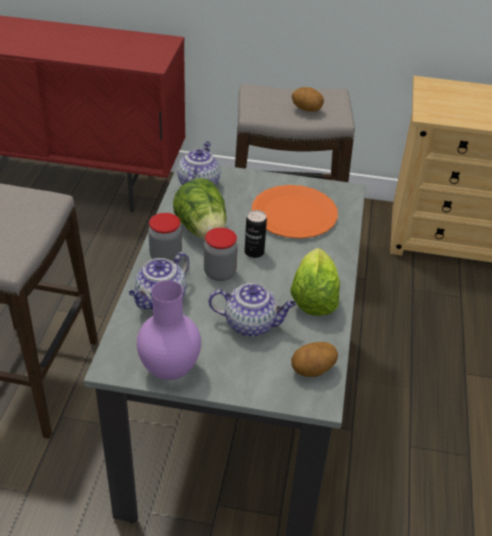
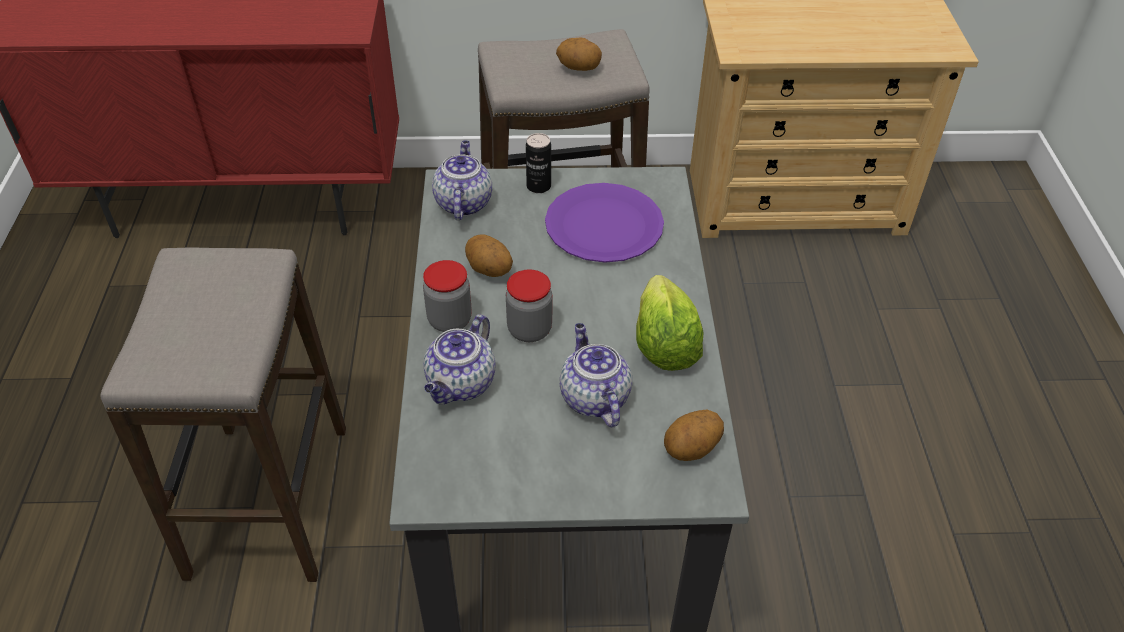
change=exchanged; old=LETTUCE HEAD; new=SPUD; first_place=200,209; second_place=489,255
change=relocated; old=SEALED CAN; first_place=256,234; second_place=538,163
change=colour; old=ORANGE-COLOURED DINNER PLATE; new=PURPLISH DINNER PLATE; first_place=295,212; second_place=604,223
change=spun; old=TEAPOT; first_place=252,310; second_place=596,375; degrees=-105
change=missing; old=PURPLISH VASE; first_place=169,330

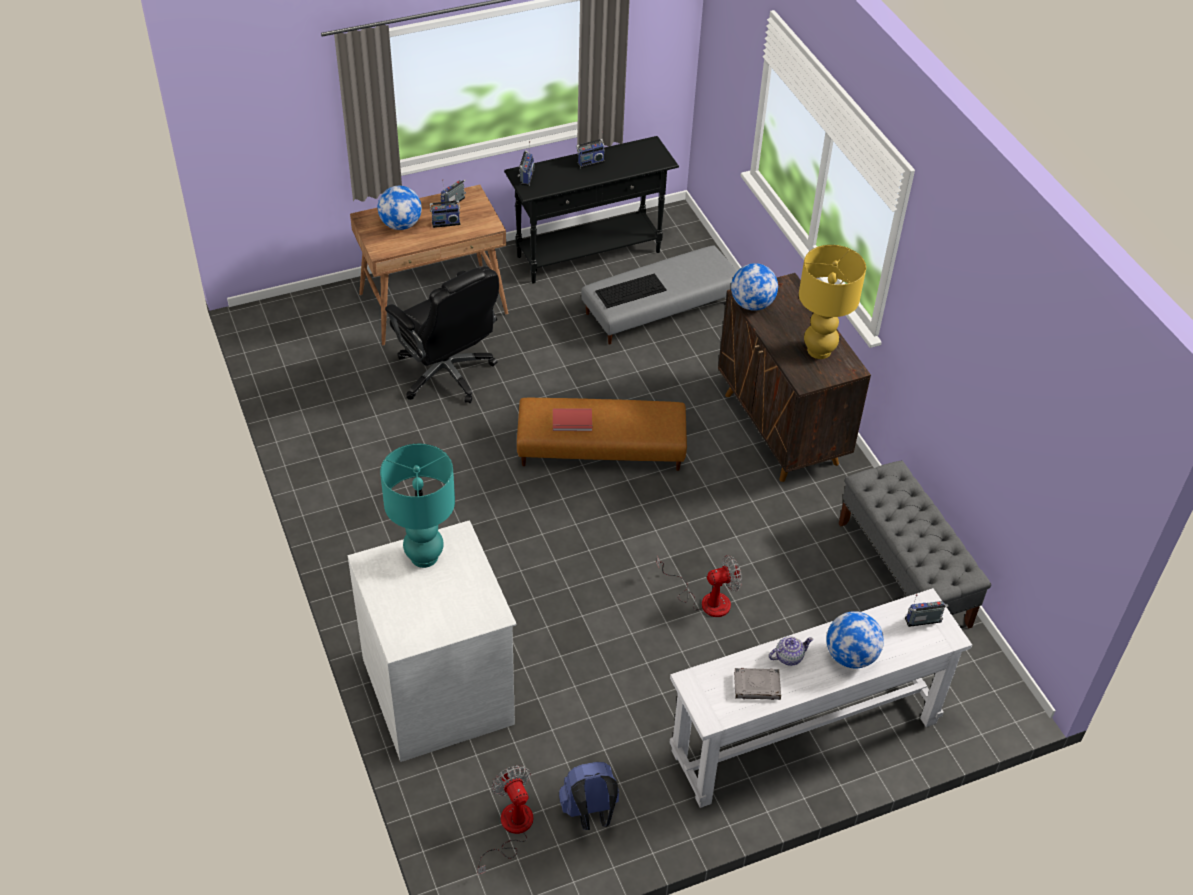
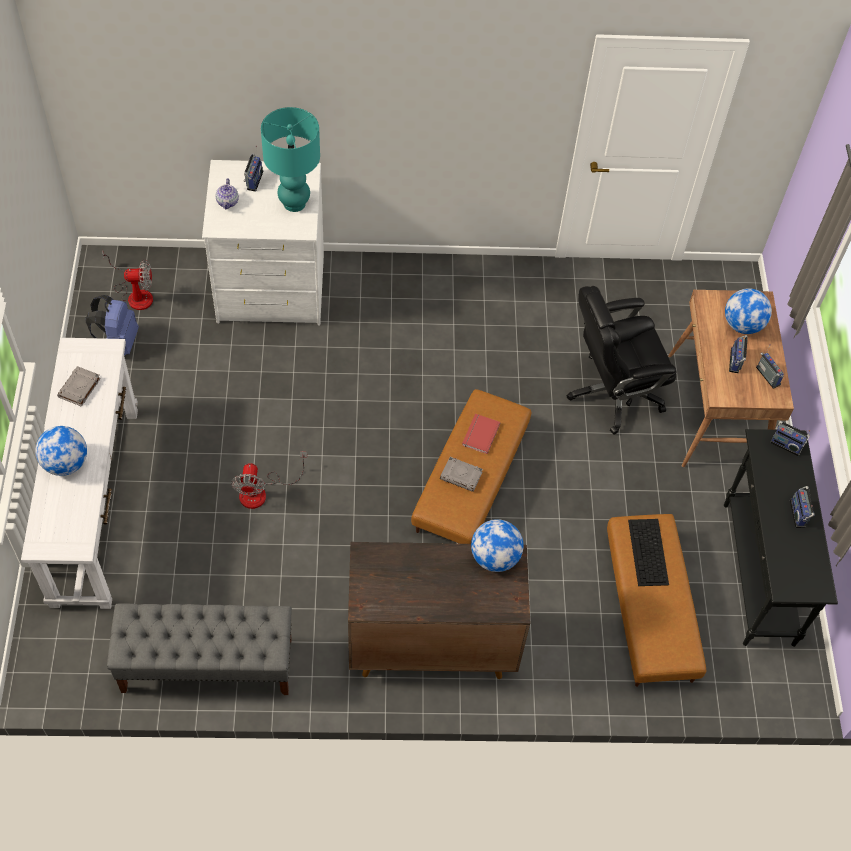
change=relocated; old=TEAPOT; first_place=791,651; second_place=227,193
change=relocated; old=RADIO; first_place=927,610; second_place=253,169
change=appeared; new=GRAY BOUND BOOK; second_place=461,474
change=colour; old=GRAY FOOTREST; new=BROWNISH FOOTREST; first_place=659,295; second_place=656,600
change=missing; old=YELLOW-COLOURED LAMP FOR A TABLE; first_place=832,302

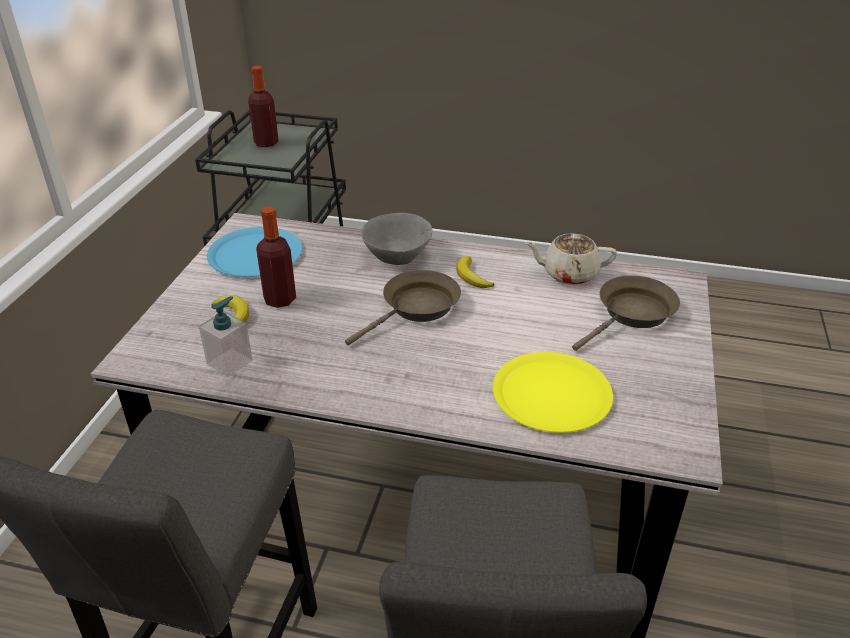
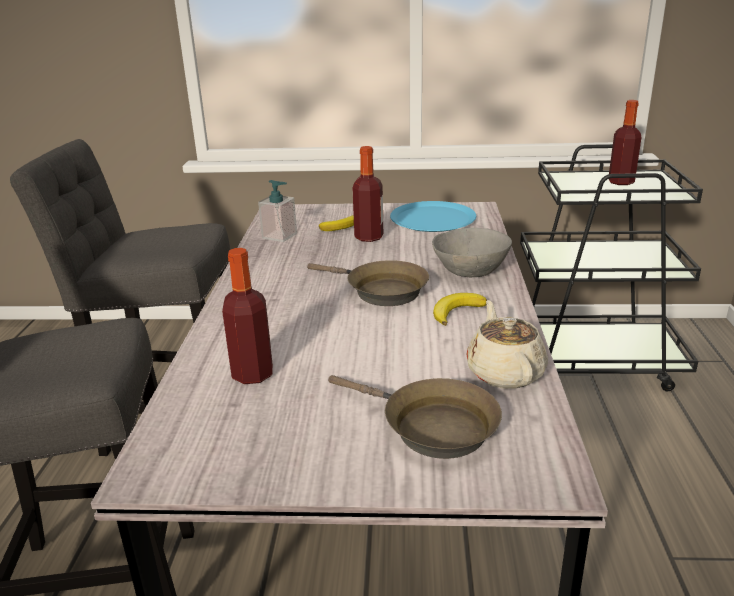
change=exchanged; old=YELLOW-COLOURED DINNER PLATE; new=DRINK BOTTLE; first_place=553,392; second_place=247,316

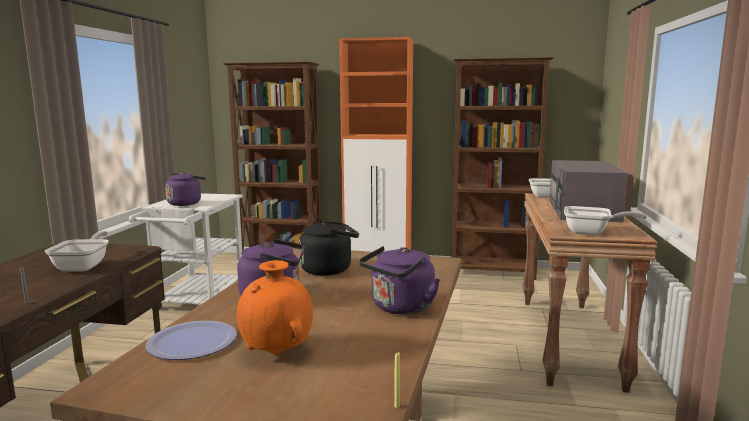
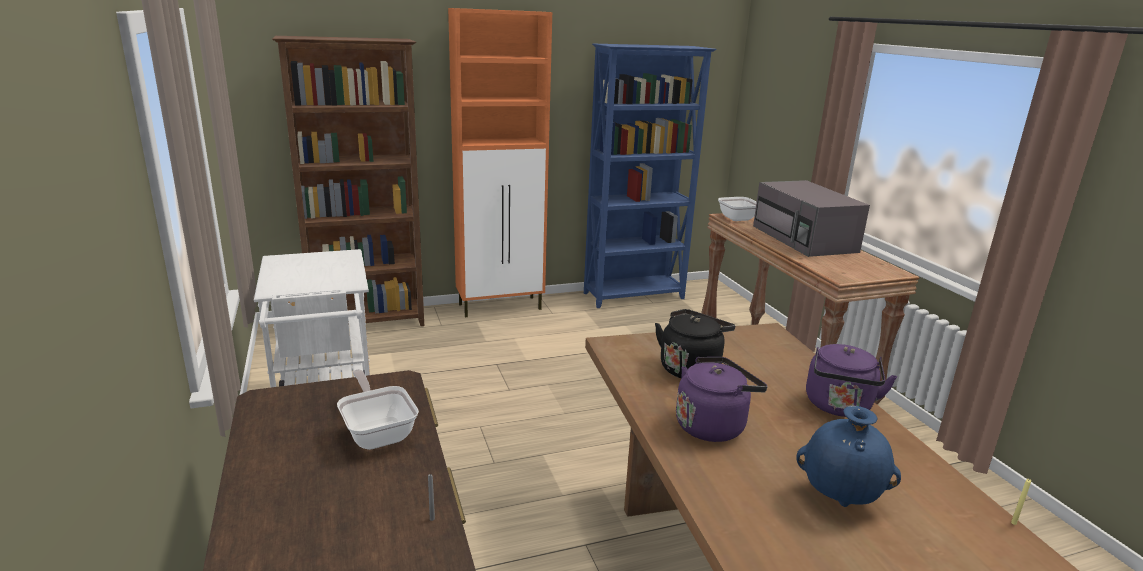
change=colour; old=BROWNISH SHELVING UNIT; new=BLUE SHELVING UNIT; first_place=503,168; second_place=650,175
change=colour; old=ORANGE-COLOURED VASE; new=BLUE VASE; first_place=275,307; second_place=848,456
change=missing; old=DINNER PLATE; first_place=191,340
change=missing; old=PURPLISH KETTLE; first_place=185,189
change=missing; old=PAN; first_place=605,220

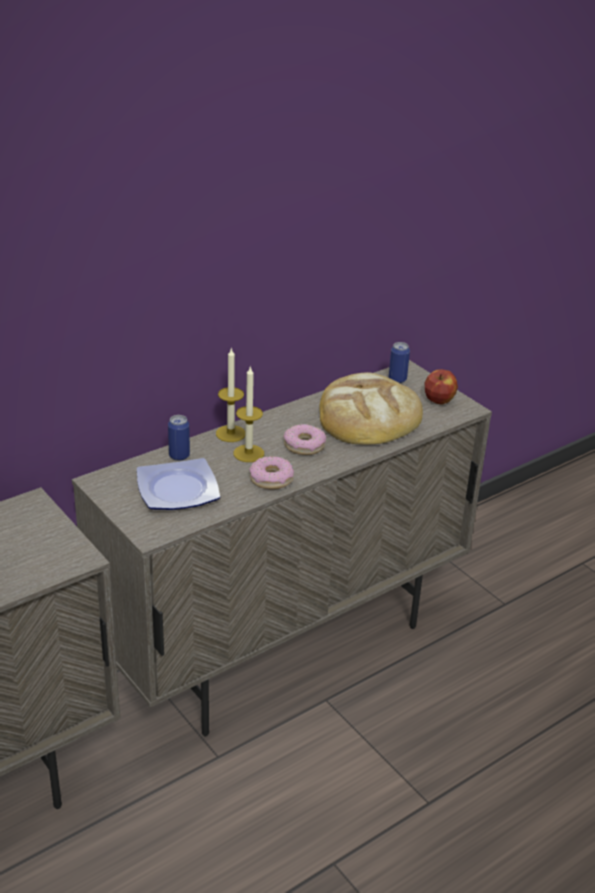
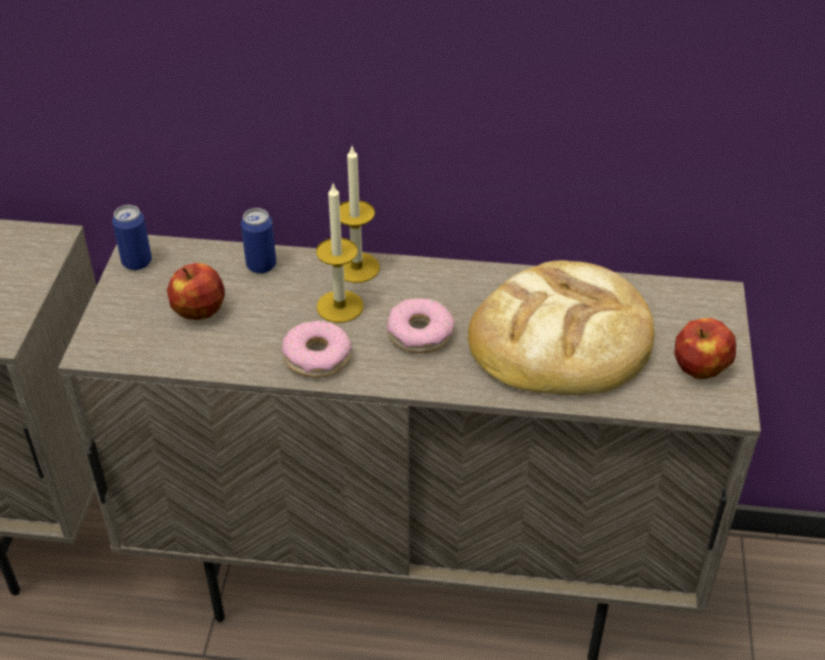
change=relocated; old=SEALED CAN; first_place=399,362; second_place=132,237
change=exchanged; old=DINNER PLATE; new=WHOLE APPLE; first_place=178,484; second_place=196,291

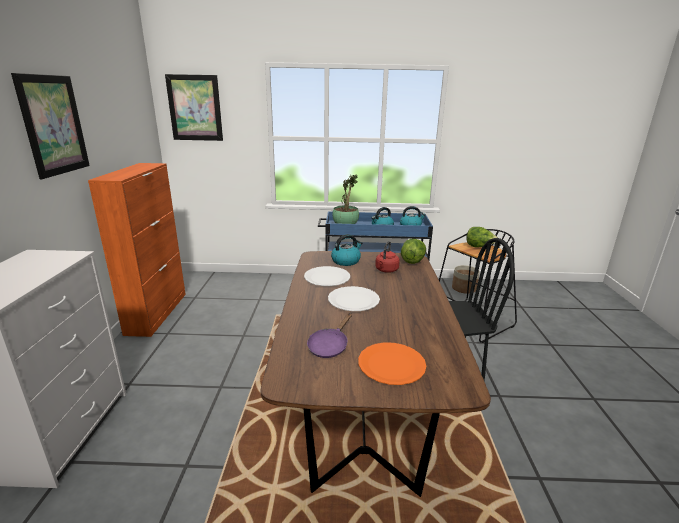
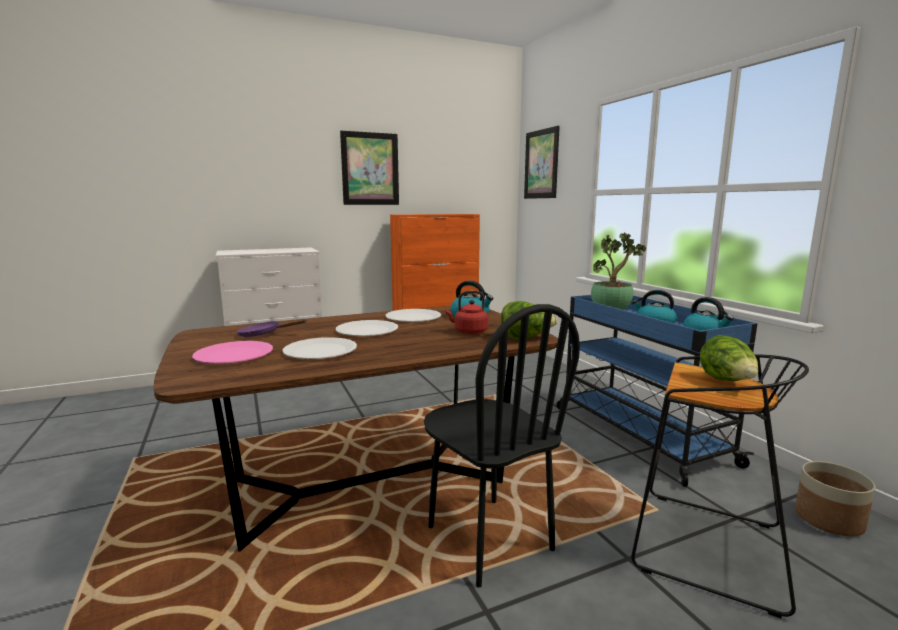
change=colour; old=ORANGE-COLOURED DINNER PLATE; new=PINK DINNER PLATE; first_place=392,363; second_place=232,352
change=appeared; new=WHITE DINNER PLATE; second_place=319,348

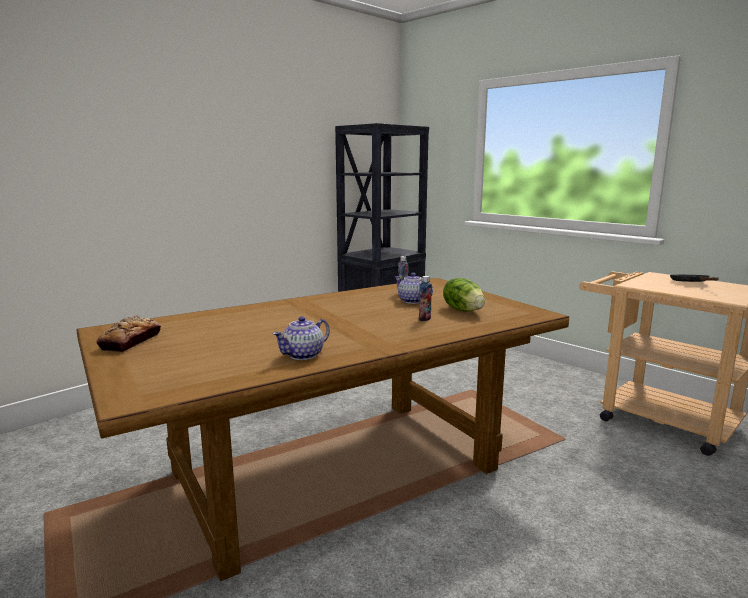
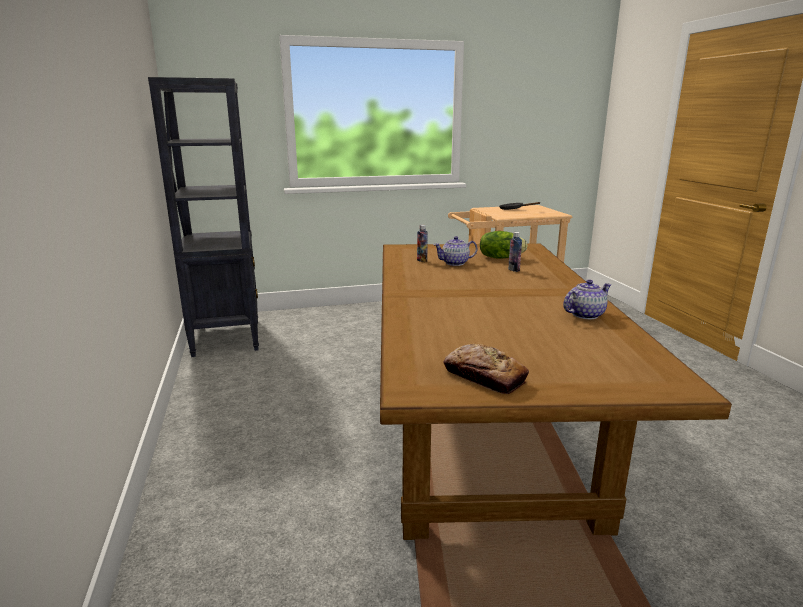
change=spun; old=TEAPOT; first_place=301,338; second_place=587,299; degrees=-105

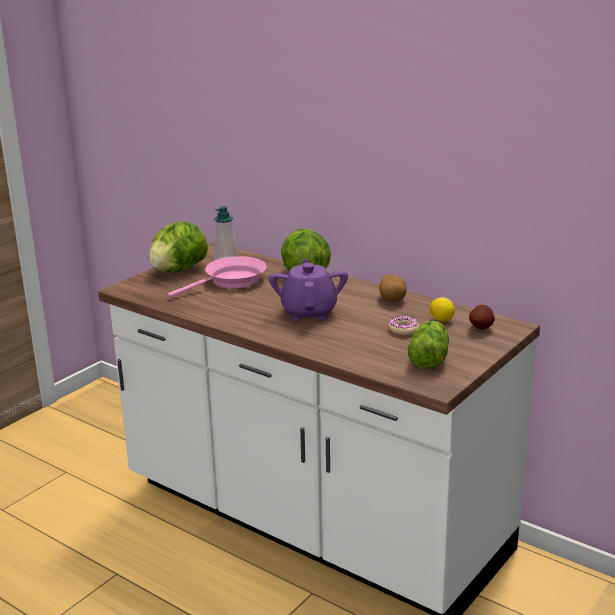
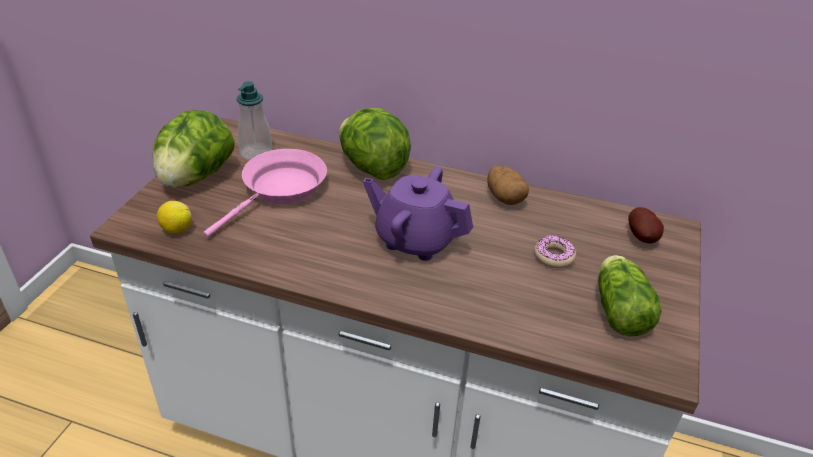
change=relocated; old=WHOLE LEMON; first_place=442,309; second_place=174,217
change=spun; old=PURPLISH TEAPOT; first_place=308,290; second_place=418,214; degrees=-45

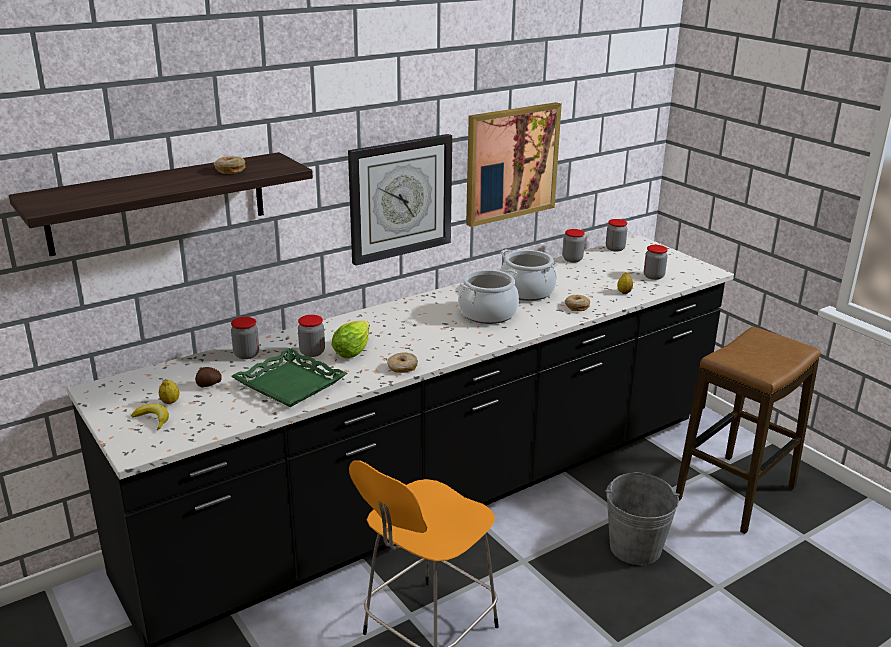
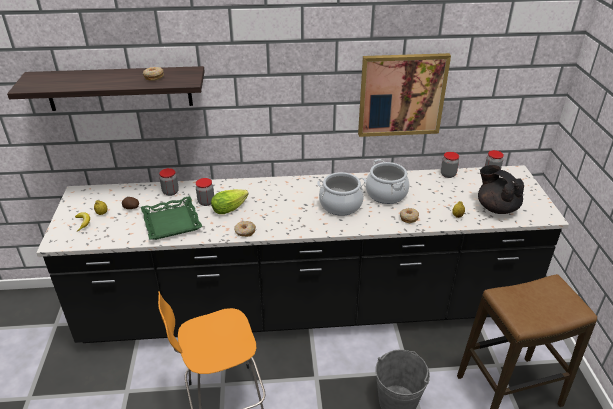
change=exchanged; old=JAR; new=BLACKISH TEAPOT; first_place=656,262; second_place=501,189
change=missing; old=HANGING CLOCK; first_place=400,200

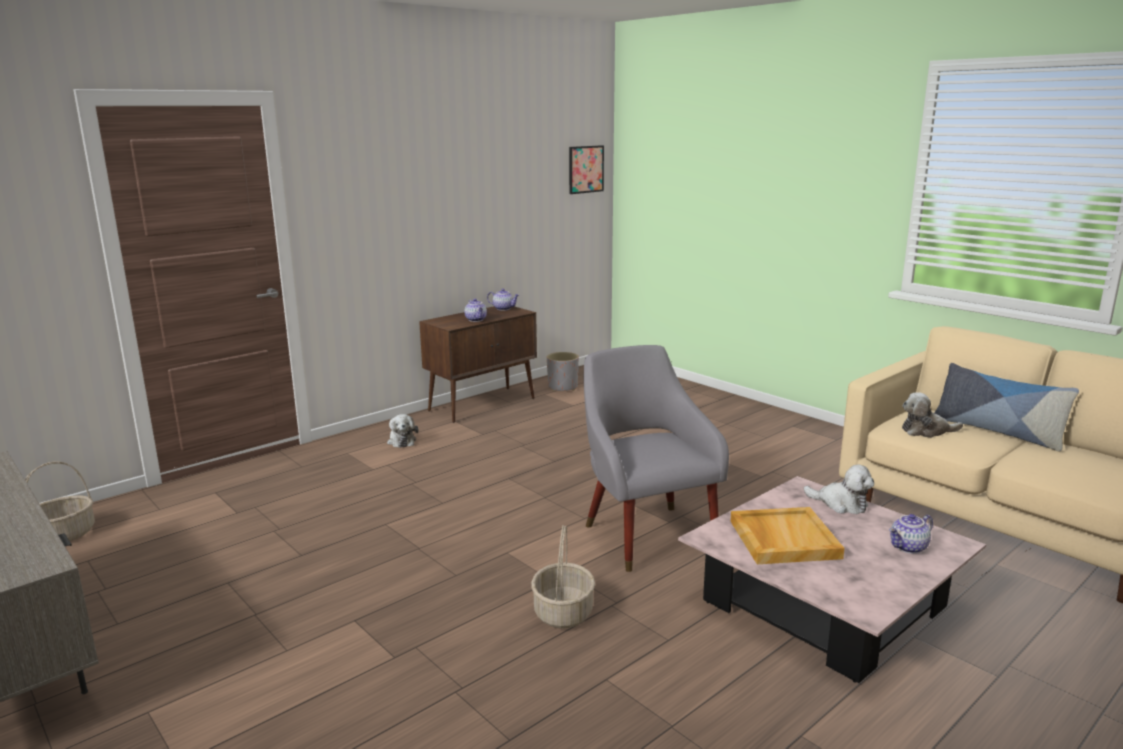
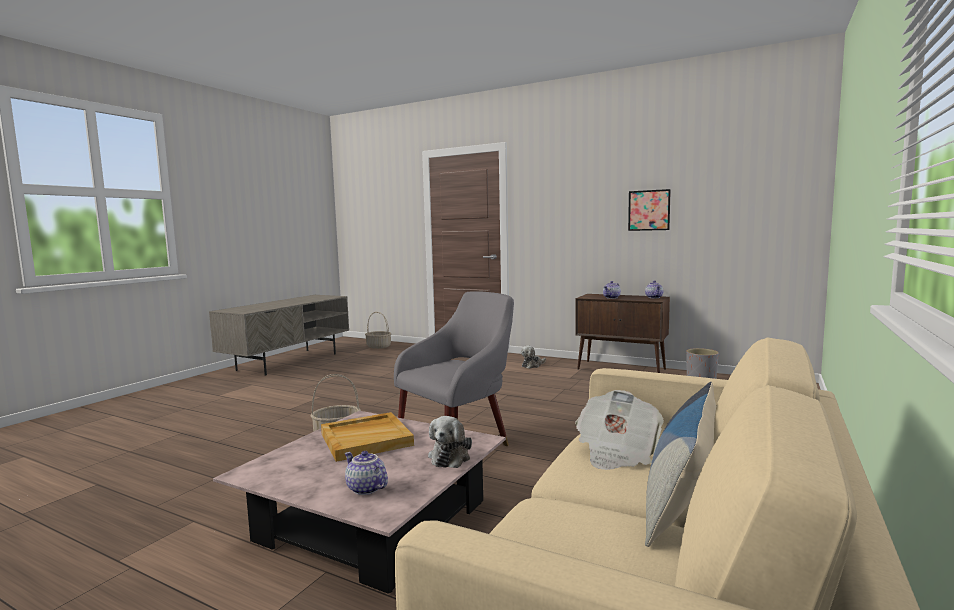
change=exchanged; old=SOFT TOY; new=NEWSPAPER; first_place=932,415; second_place=619,430
change=relocated; old=PICTURE; first_place=586,169; second_place=649,210

